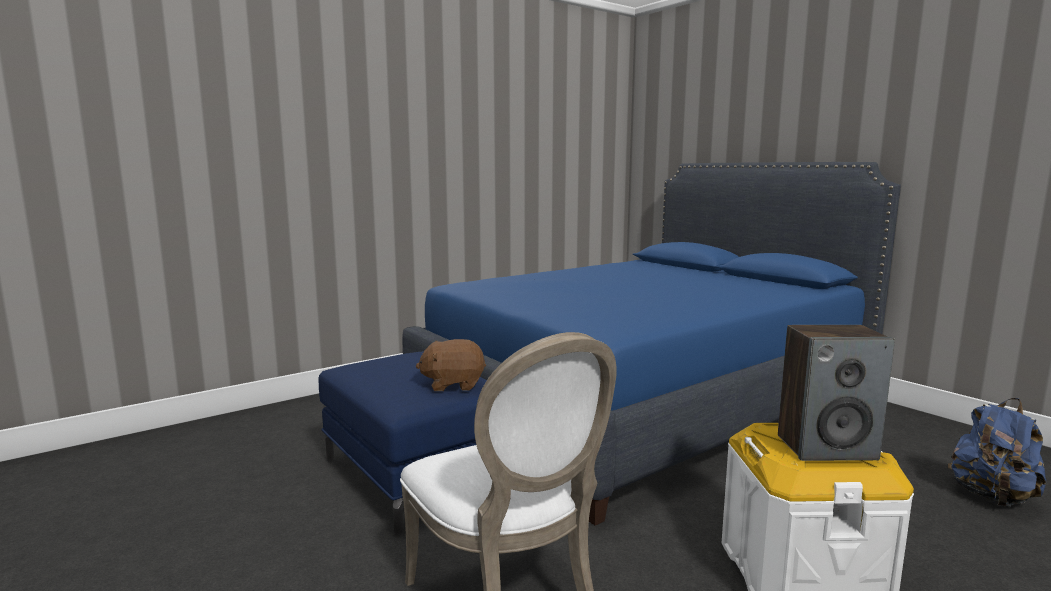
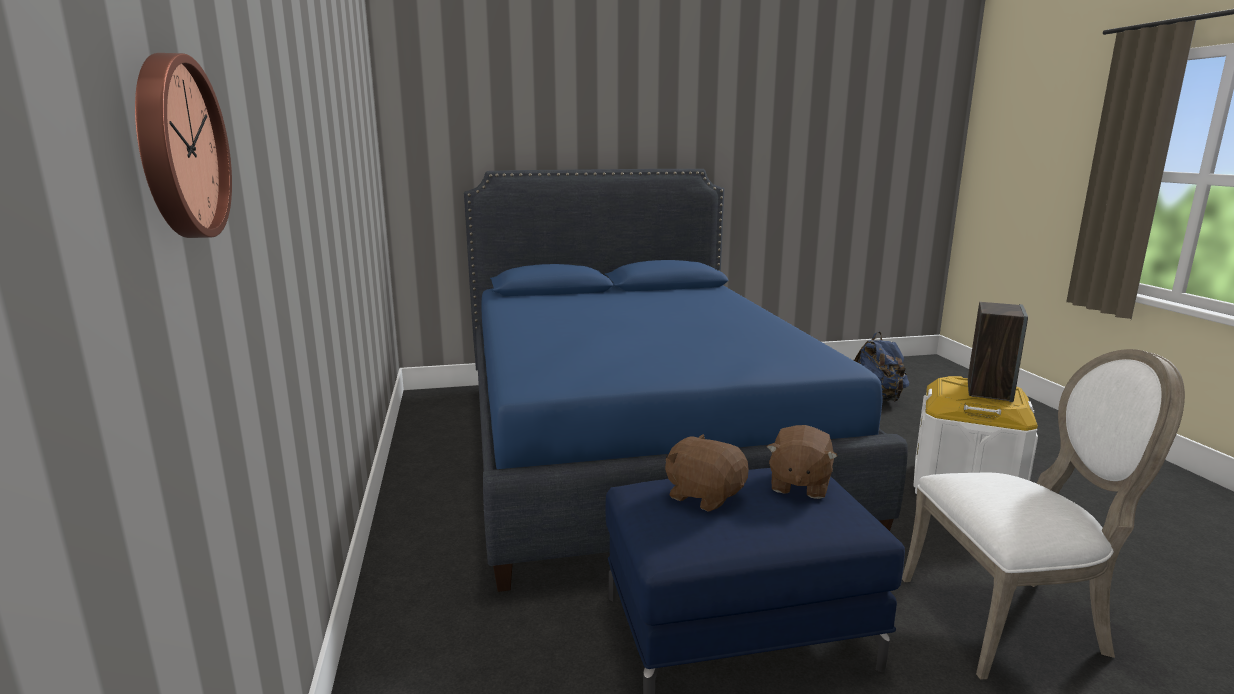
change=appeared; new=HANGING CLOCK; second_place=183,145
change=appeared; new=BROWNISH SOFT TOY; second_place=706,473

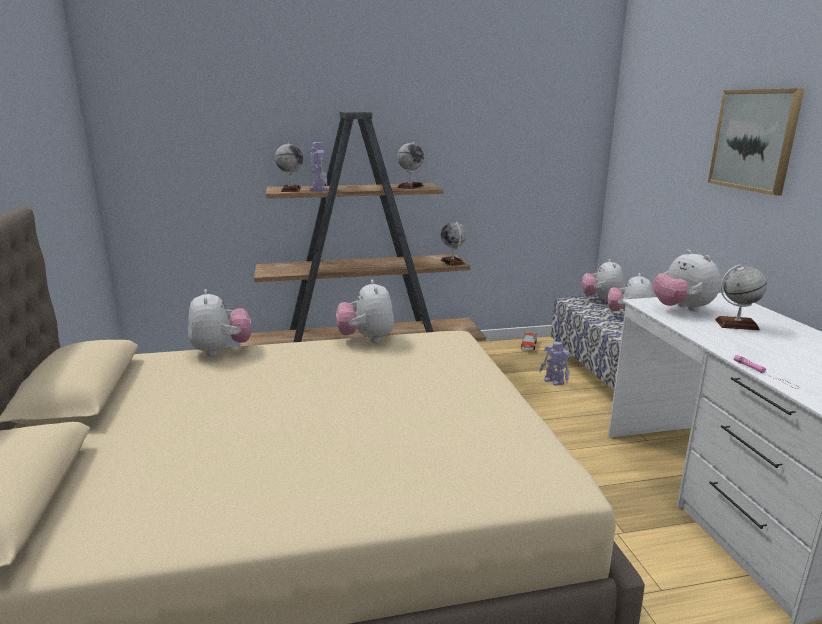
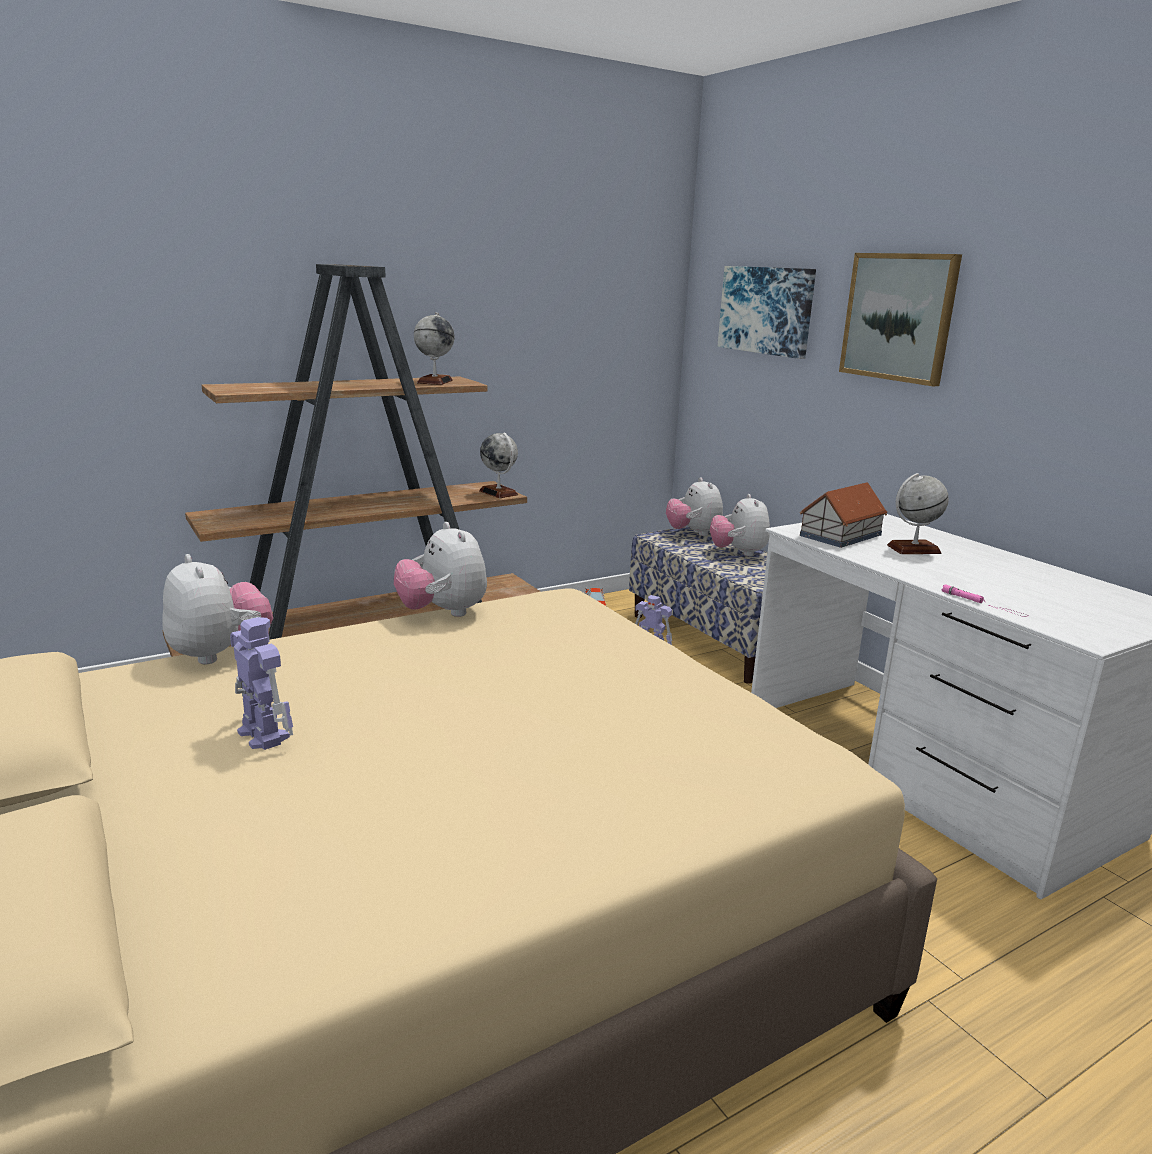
change=relocated; old=ROBOT FIGURE; first_place=319,166; second_place=261,683
change=appeared; new=PICTURE; second_place=767,312
change=exchanged; old=SOFT TOY; new=MODEL HOUSE; first_place=687,281; second_place=843,515
change=missing; old=GLOBE; first_place=289,167

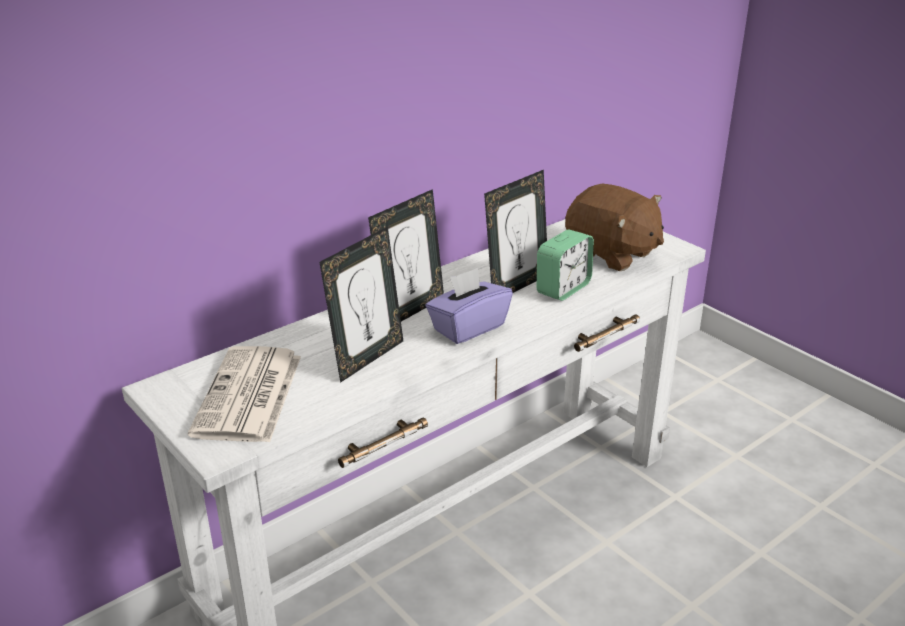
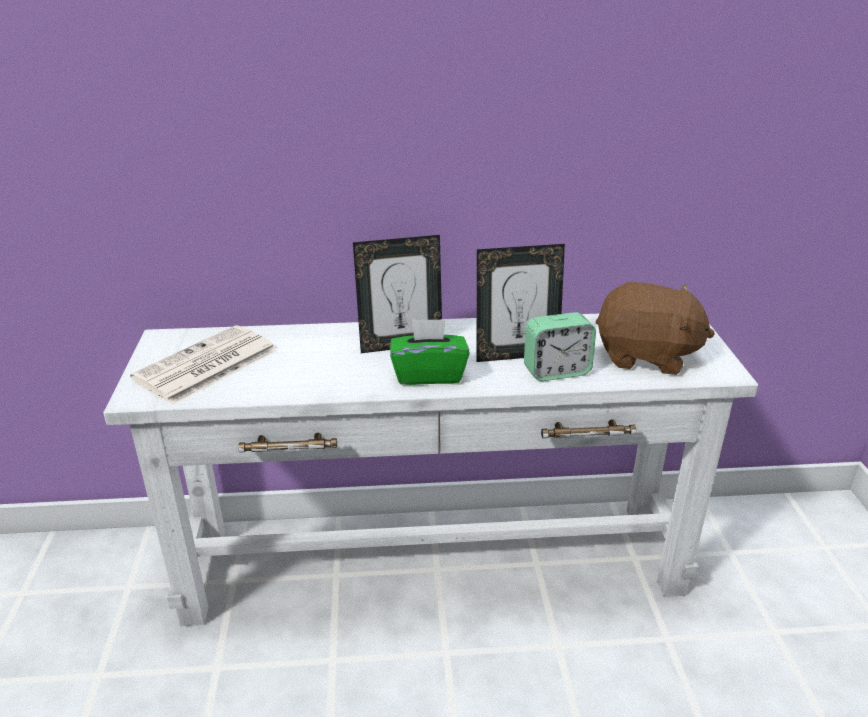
change=colour; old=PURPLISH BOX OF TISSUES; new=GREEN BOX OF TISSUES; first_place=469,306; second_place=429,352
change=spun; old=BROWNISH SOFT TOY; first_place=614,227; second_place=655,328; degrees=-60
change=missing; old=PHOTO FRAME; first_place=361,305

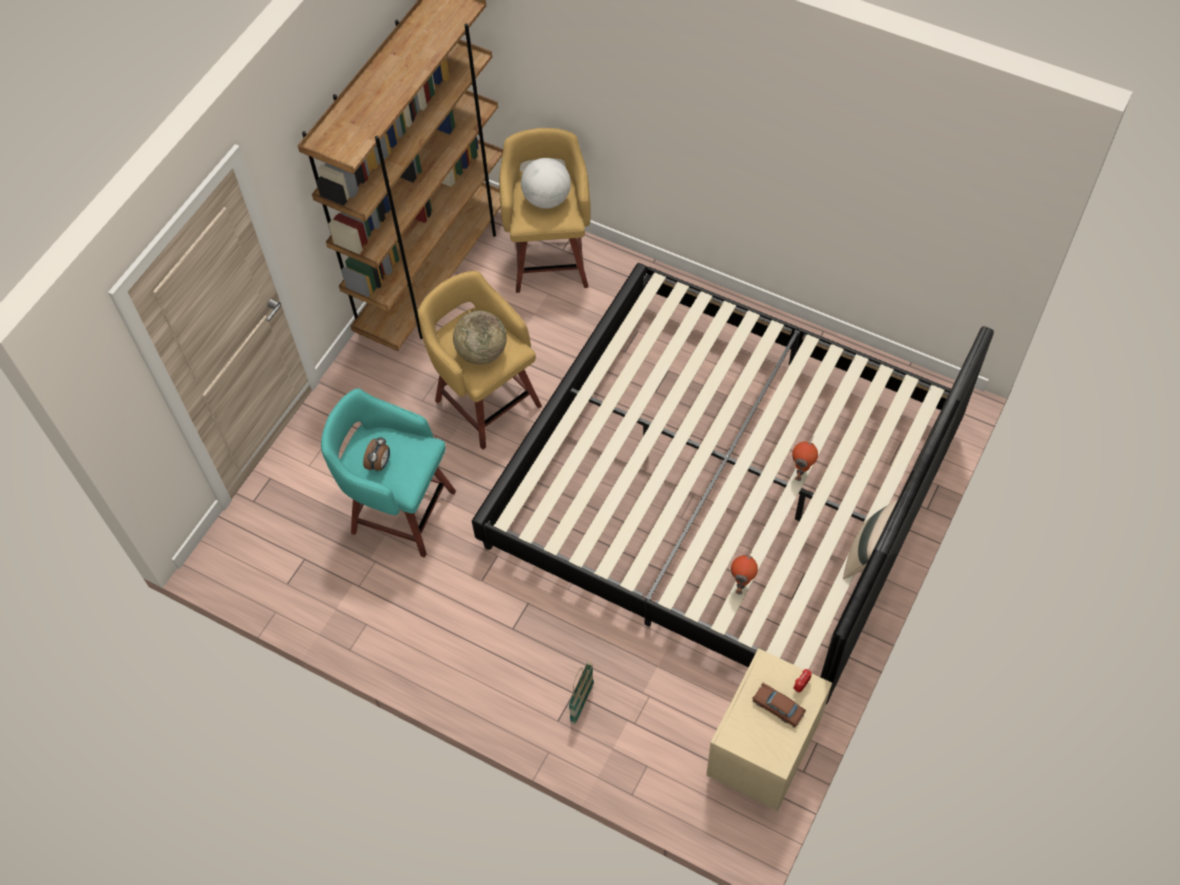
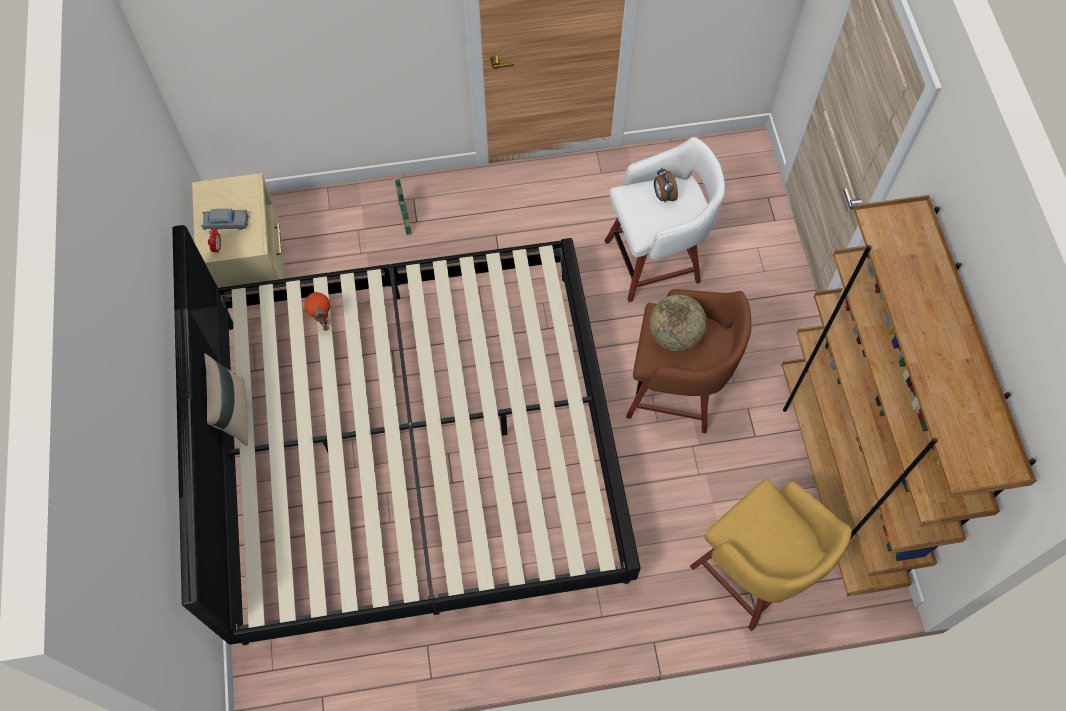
change=colour; old=BROWNISH TOY CAR; new=GRAY TOY CAR; first_place=779,705; second_place=225,219
change=colour; old=TURQUOISE-COLOURED STOOL; new=WHITE STOOL; first_place=388,473; second_place=665,219
change=colour; old=YELLOW-COLOURED STOOL; new=BROWNISH STOOL; first_place=480,360; second_place=688,361
change=missing; old=GLOBE; first_place=546,183
change=missing; old=ROBOT FIGURE; first_place=805,458

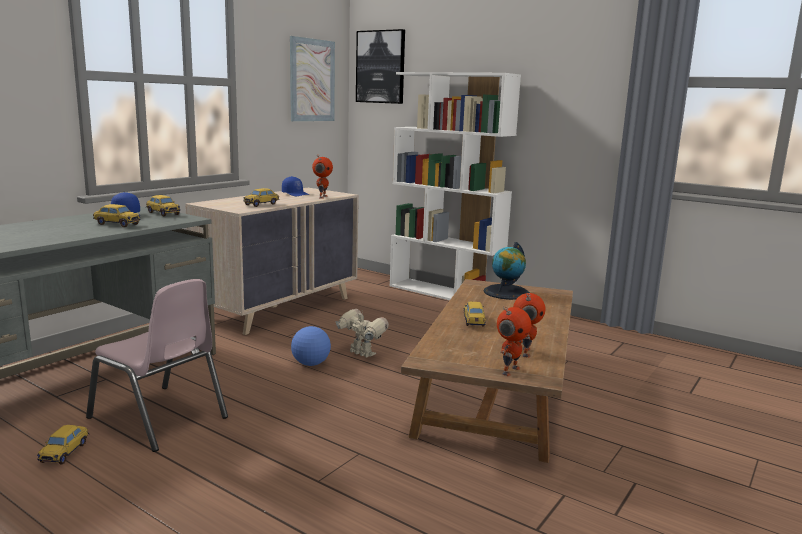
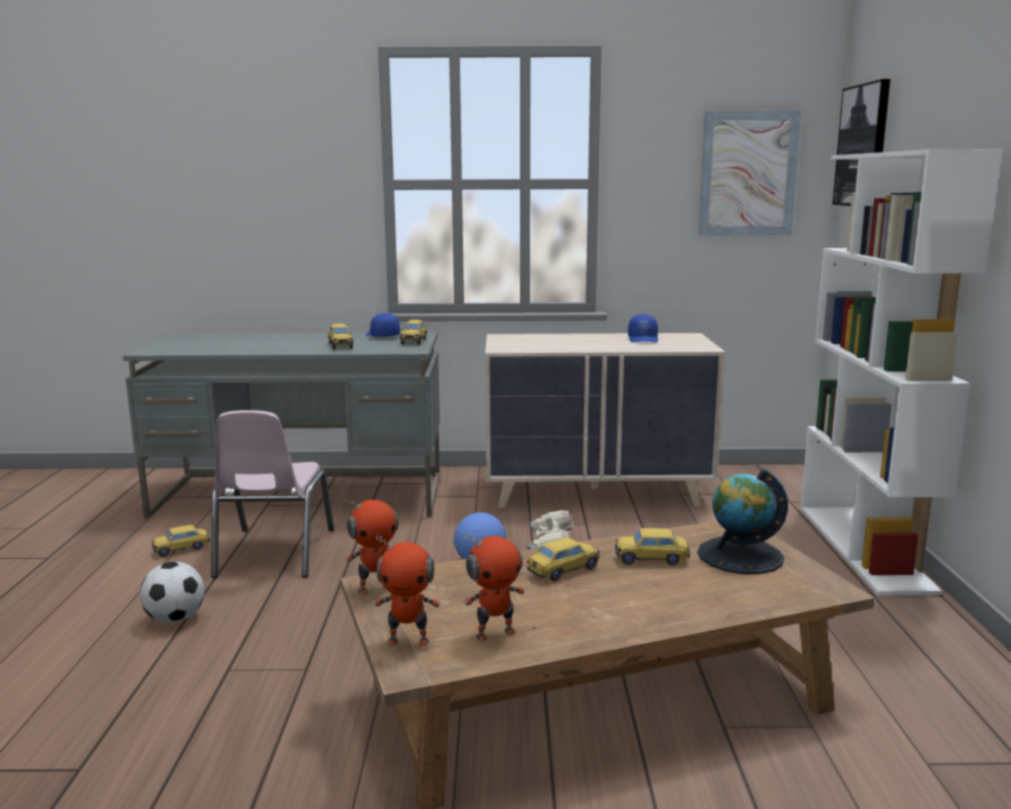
change=appeared; new=FOOTBALL; second_place=172,592
change=relocated; old=ROBOT FIGURE; first_place=322,177; second_place=372,545
change=relocated; old=TOY CAR; first_place=261,197; second_place=652,546

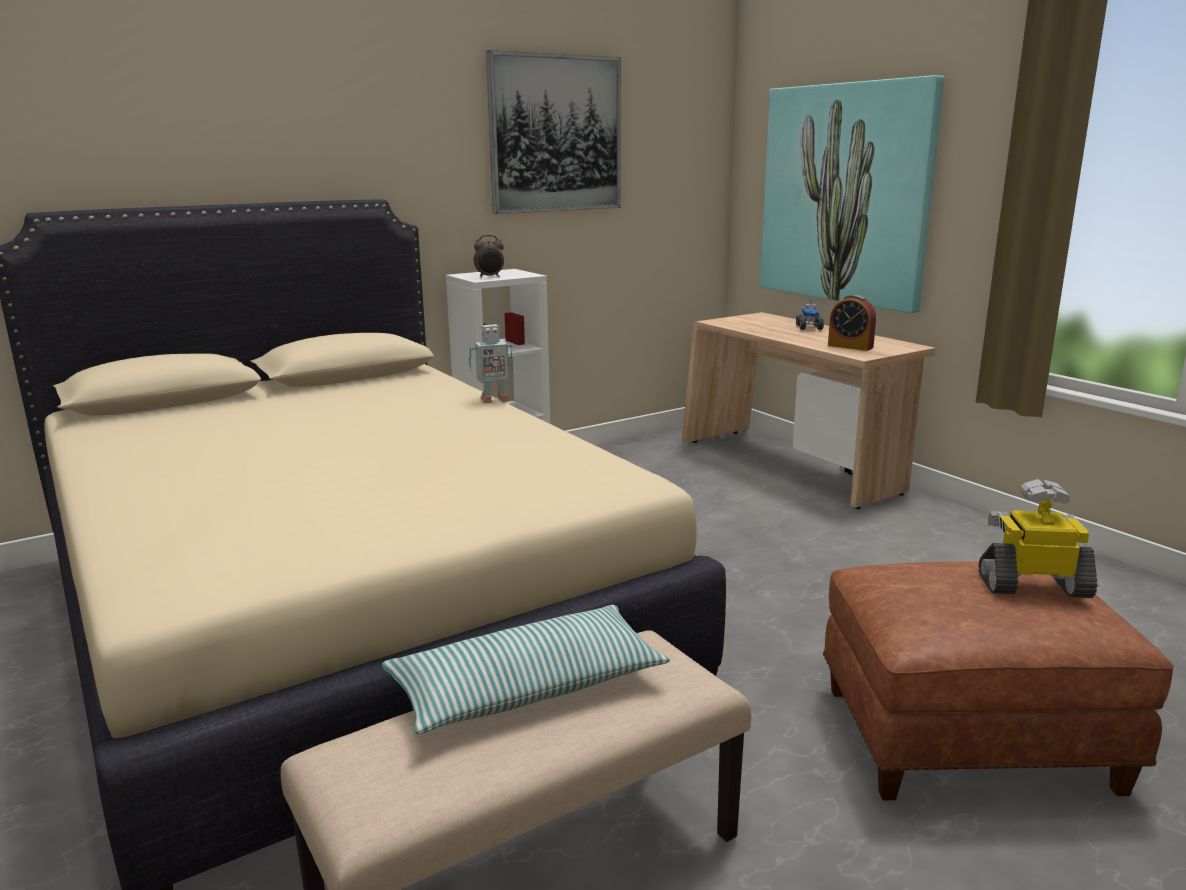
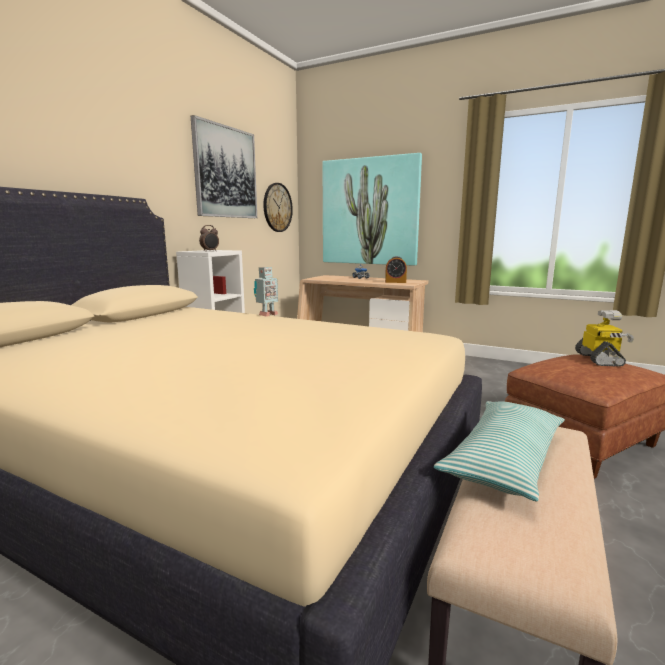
change=appeared; new=HANGING CLOCK; second_place=278,207
change=spun; old=ROBOT FIGURE; first_place=1038,538; second_place=604,338; degrees=120

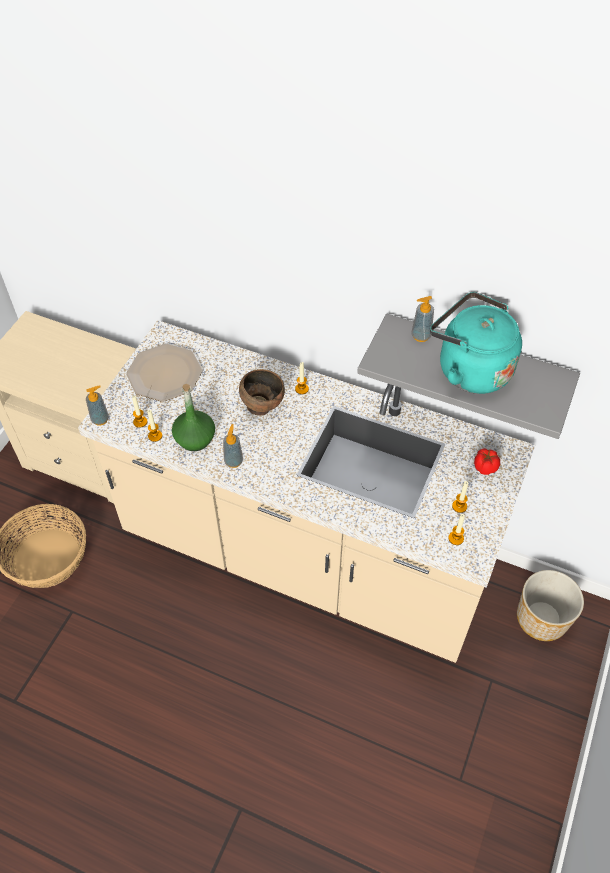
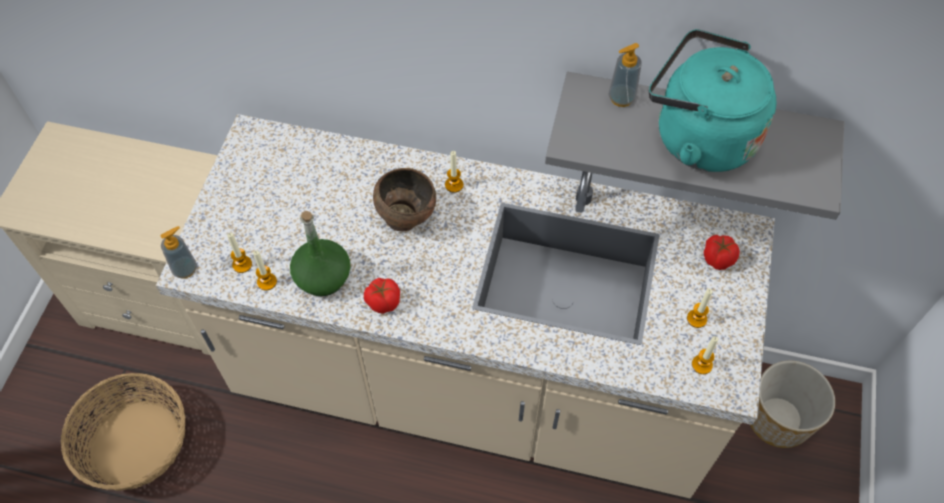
change=exchanged; old=LIQUID SOAP BOTTLE; new=FRESH TOMATO; first_place=233,446; second_place=382,296
change=missing; old=DINNER PLATE; first_place=164,373

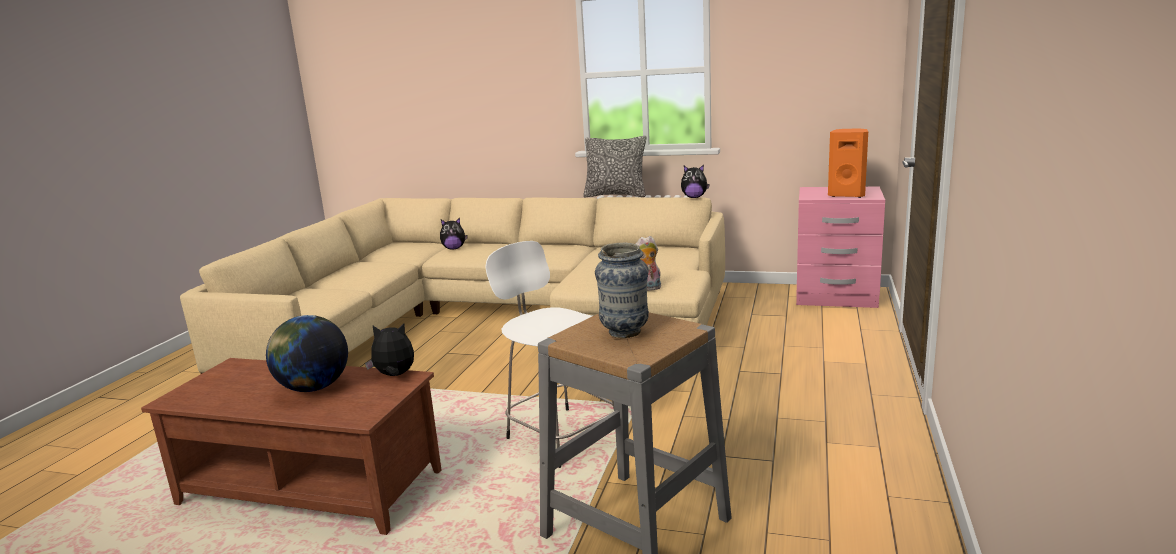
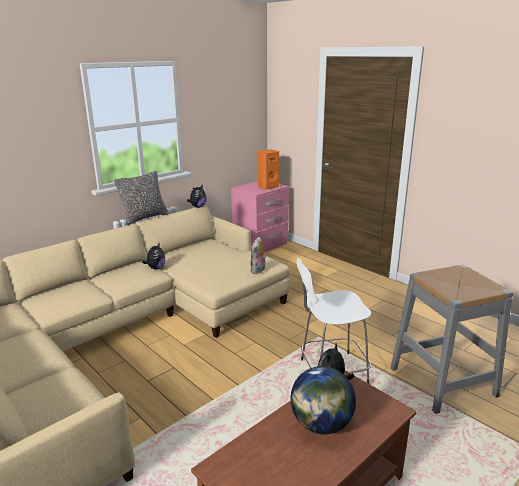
change=relocated; old=SOFT TOY; first_place=454,234; second_place=153,255
change=missing; old=VASE; first_place=622,290

